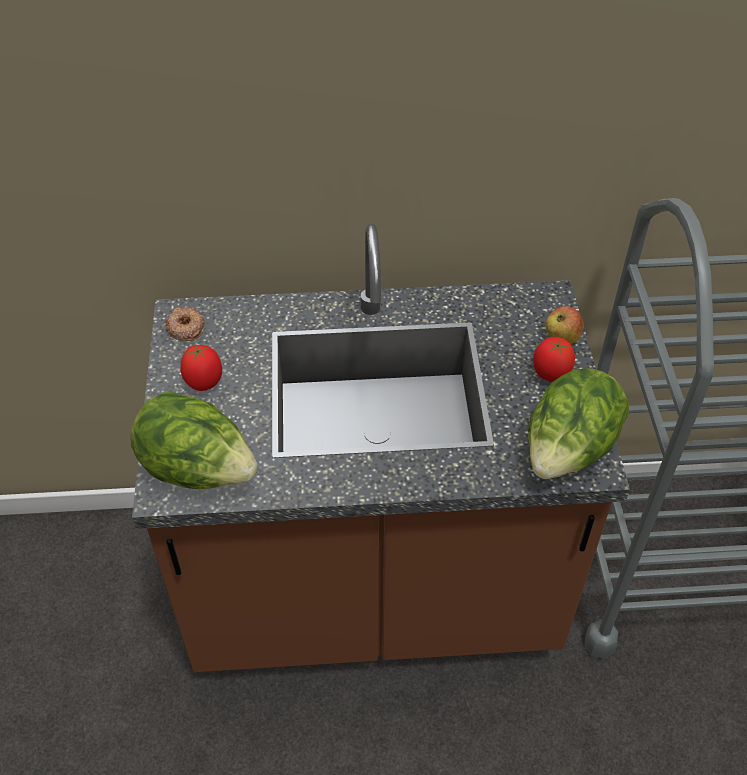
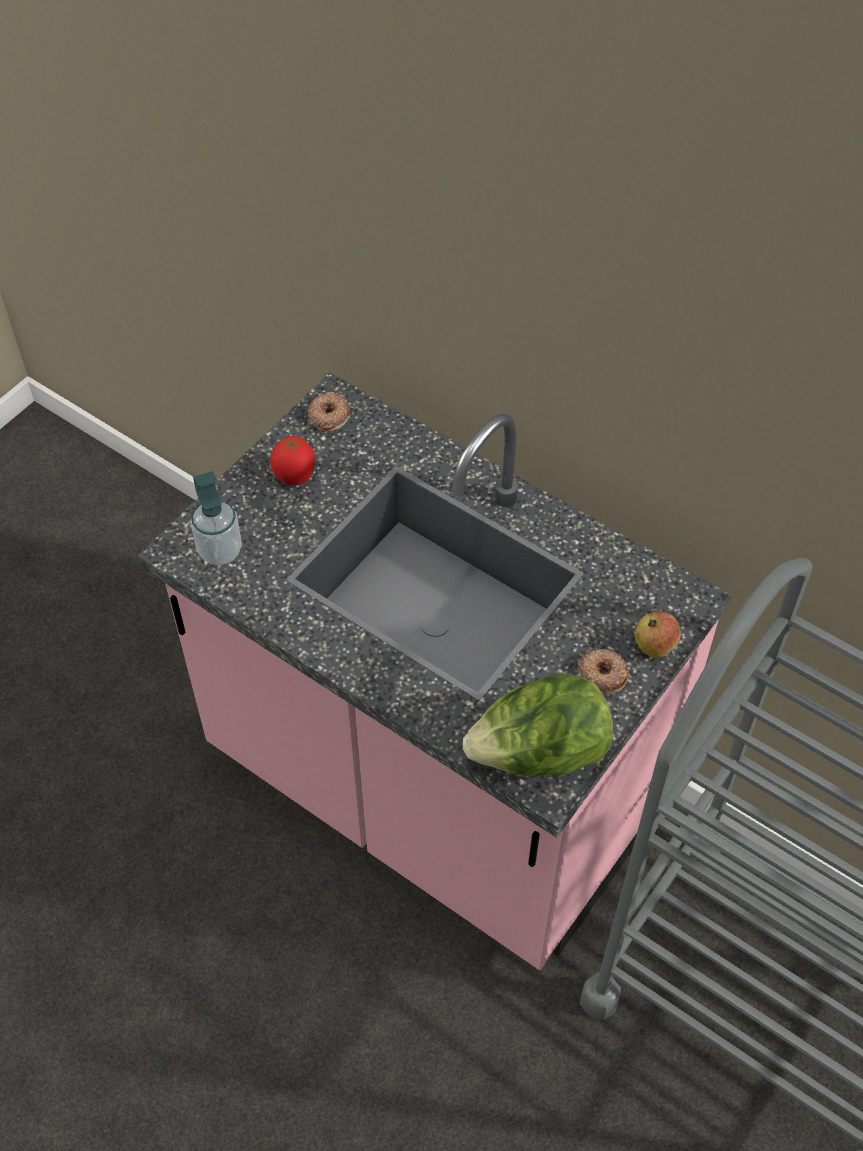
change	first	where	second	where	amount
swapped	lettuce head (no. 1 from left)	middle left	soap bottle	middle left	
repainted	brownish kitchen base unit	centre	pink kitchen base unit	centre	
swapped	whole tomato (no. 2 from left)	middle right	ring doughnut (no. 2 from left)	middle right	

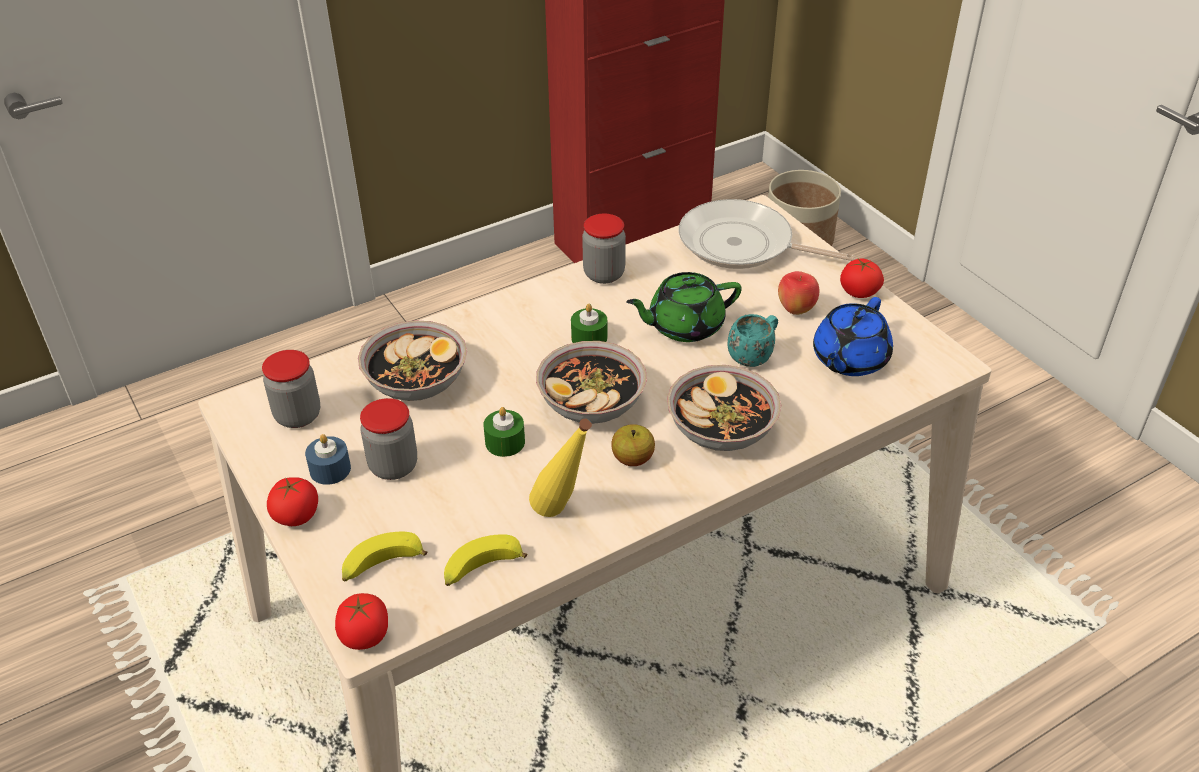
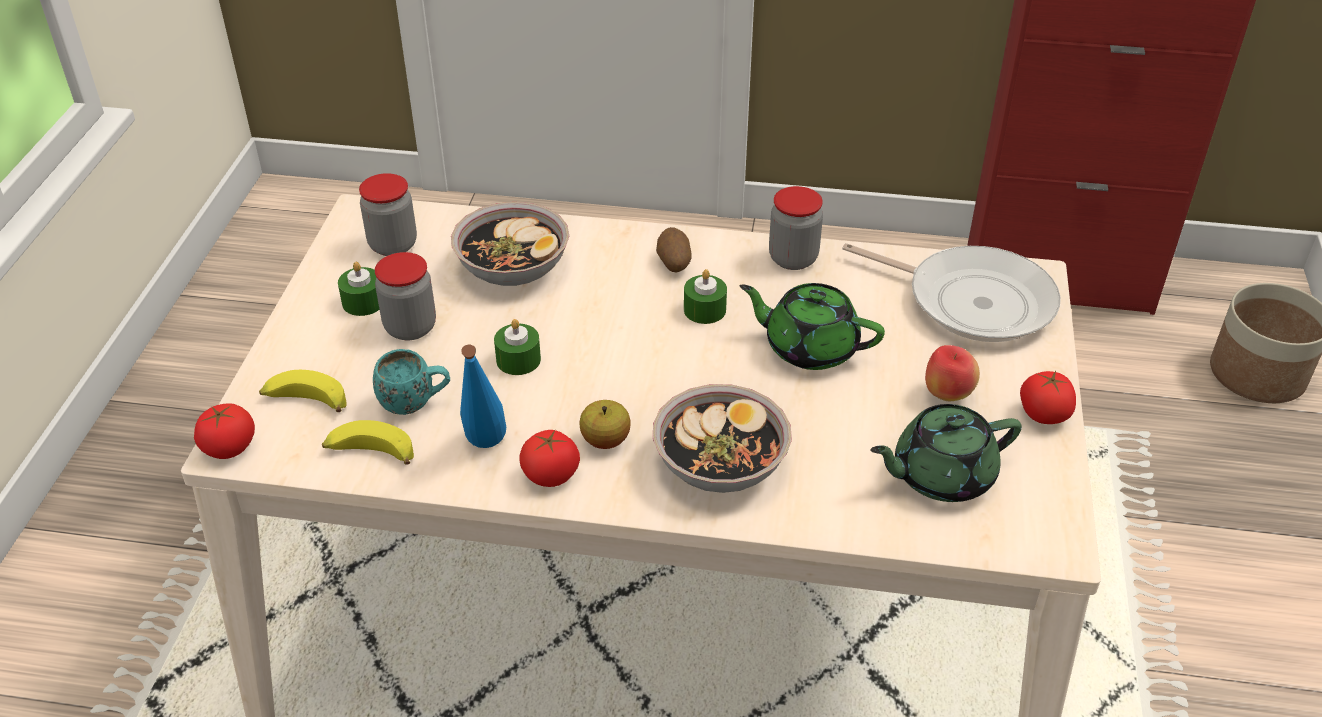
change	first	where	second	where	amount
shifted	whole tomato (no. 1 from left in the first image)	middle left	whole tomato (no. 2 from left)	centre	
repainted	blue wax light	middle left	greenish wax light (no. 1 from left)	middle left	
repainted	yellow-coloured drink bottle	centre	blue drink bottle	centre	
gone	bowl (no. 2 from left)	centre			
rotated	frying pan	top centre		middle right	150 degrees clockwise
shifted	turquoise-coloured mug	centre		middle left	
repainted	blue pot for tea	middle right	greenish pot for tea (no. 2 from left)	middle right	
new			whole potato	centre	

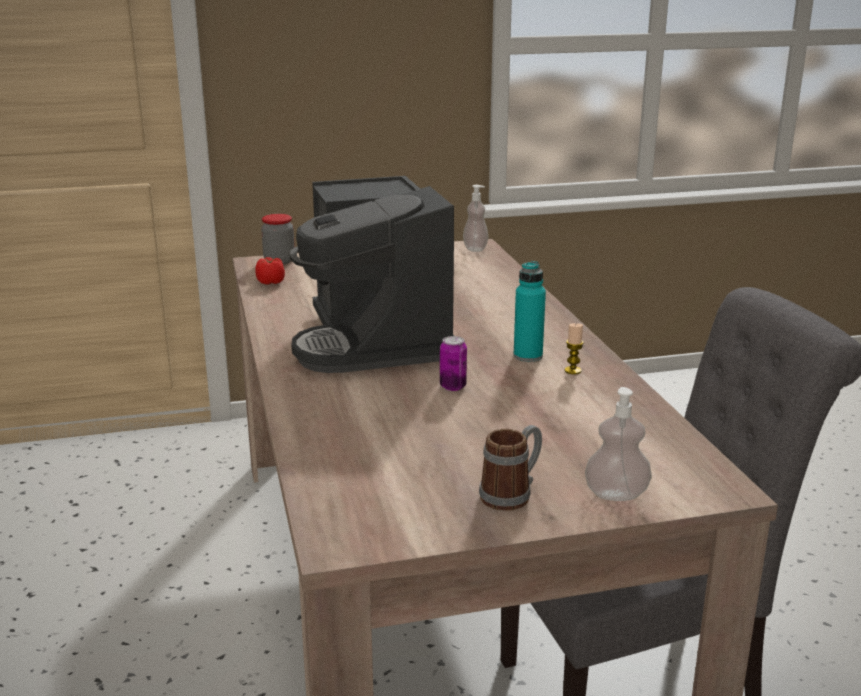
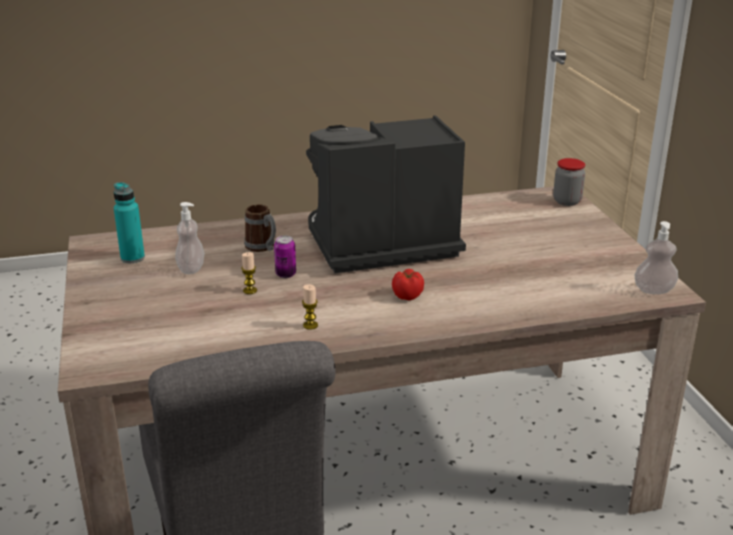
change	first	where	second	where	amount
shifted	whole tomato	middle left		centre	
shifted	mug	bottom centre		centre	
shifted	turquoise-coloured drink bottle	centre		middle left	
shifted	soap bottle (no. 2 from left in the first image)	middle right	soap bottle (no. 1 from left)	middle left	
new			wax light (no. 1 from left)	centre	

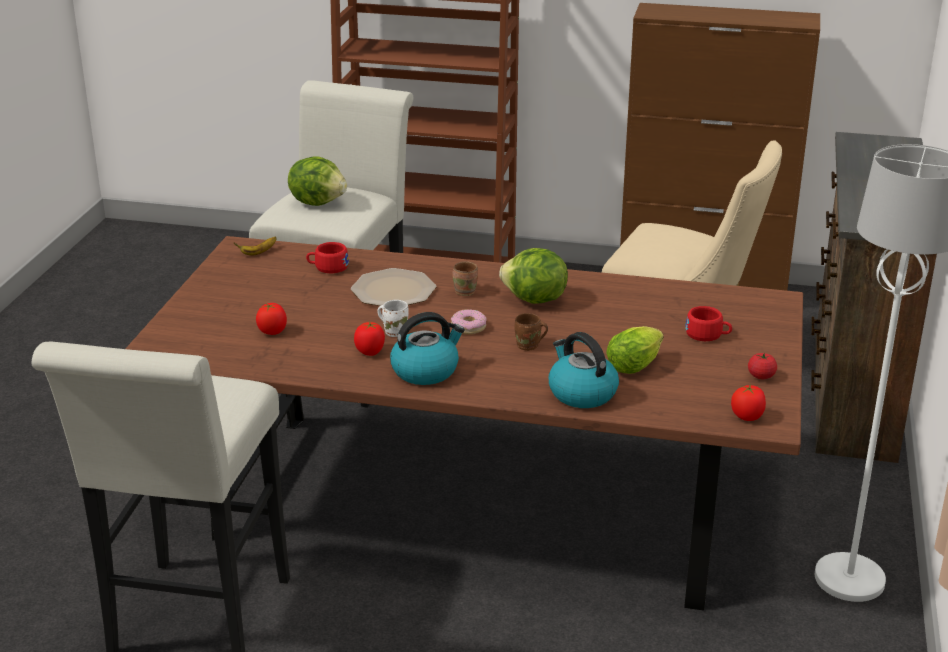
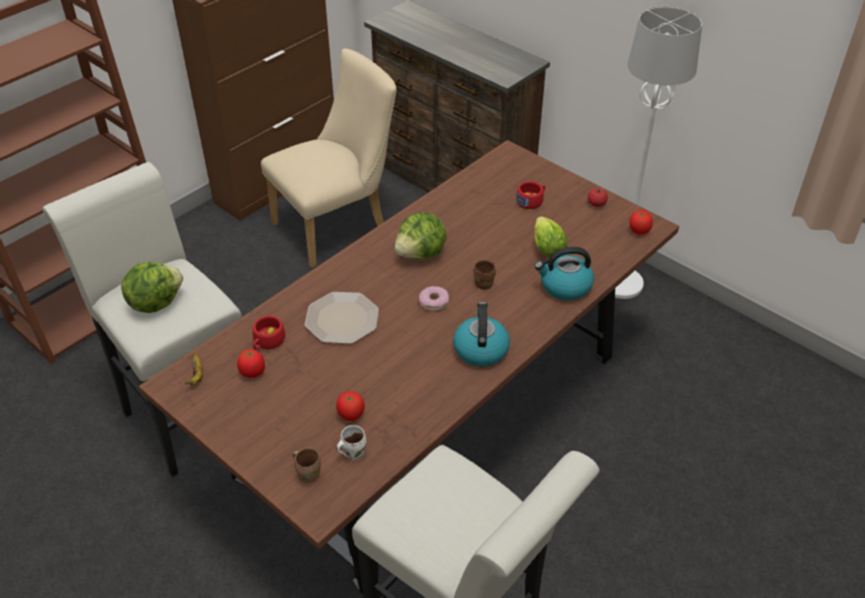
change	first	where	second	where	amount
shifted	whole tomato (no. 2 from left in the first image)	centre	whole tomato (no. 1 from left)	middle left	
shifted	whitish mug	centre		bottom centre	
shifted	brownish mug (no. 1 from left)	centre		bottom centre	

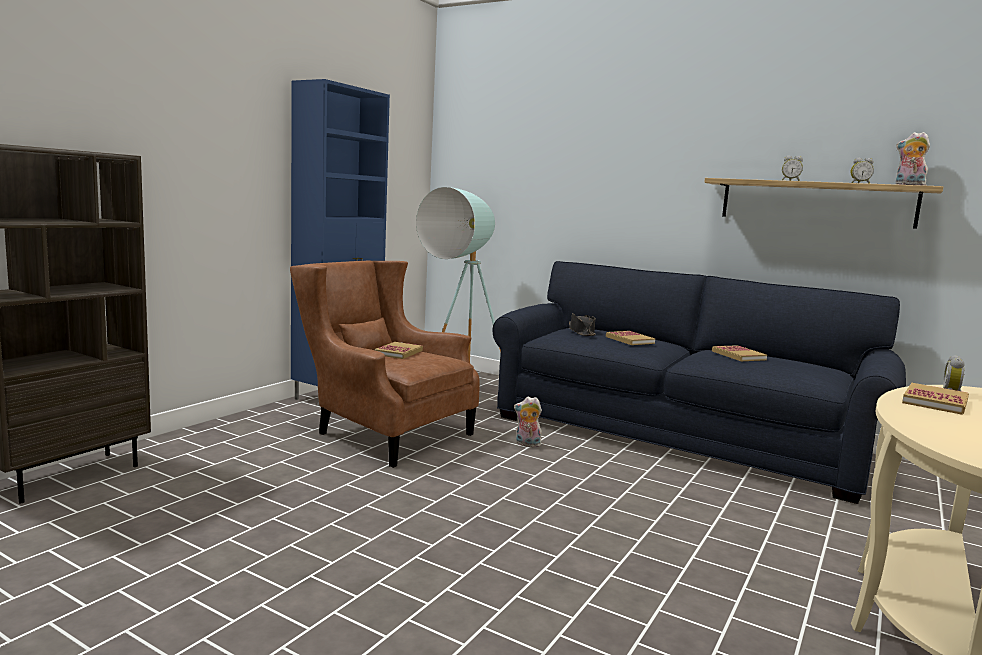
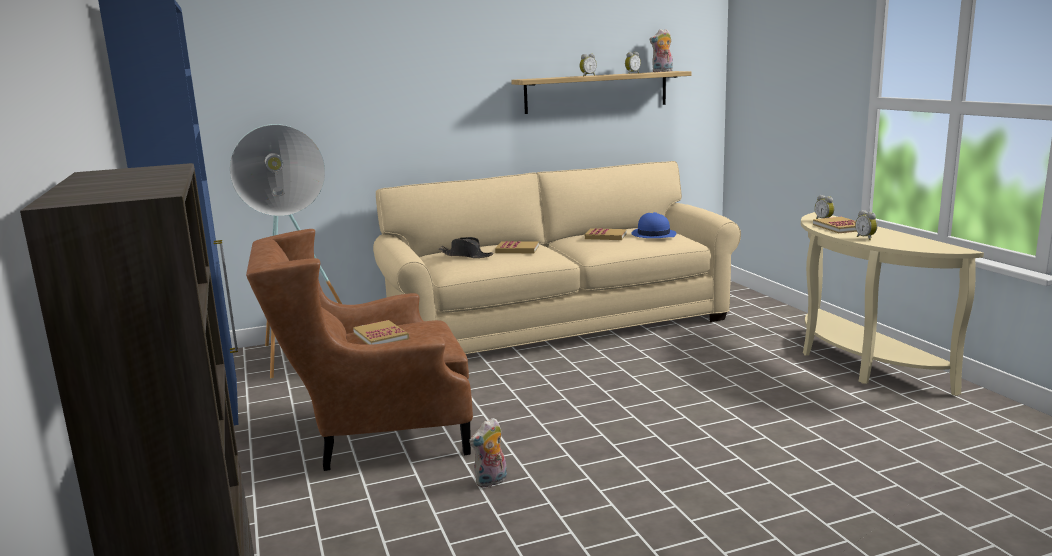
change	first	where	second	where	amount
repainted	blue settee	middle right	sand-coloured settee	centre	
shifted	plush toy (no. 1 from left)	centre		bottom centre	
new			blue clothing hat	centre	
new			bedside clock (no. 4 from left)	middle right	

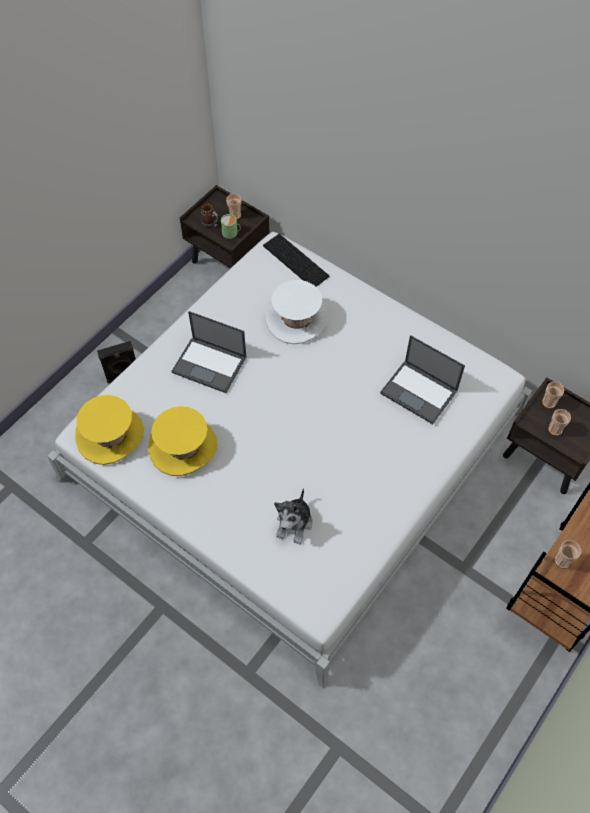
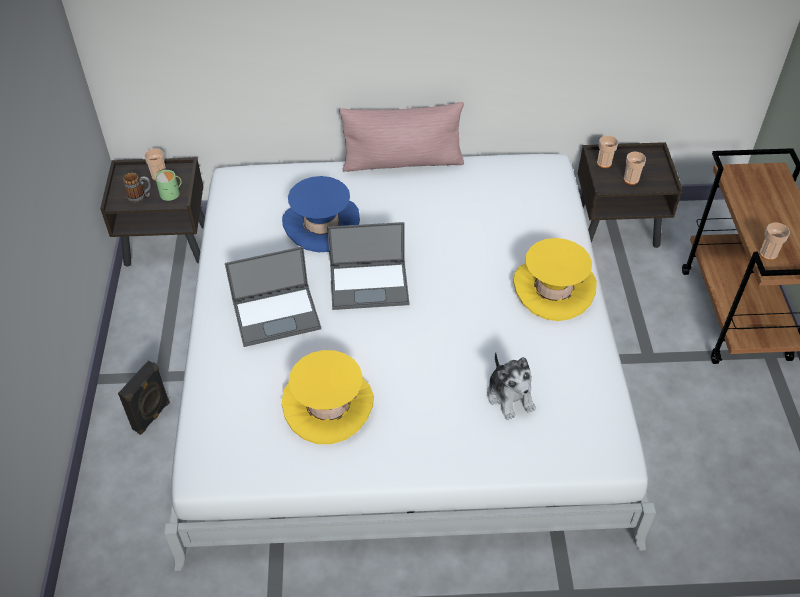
change	first	where	second	where	amount
shifted	yellow-coloured clothing hat (no. 1 from left in the first image)	middle left	yellow-coloured clothing hat (no. 2 from left)	middle right	
gone	keyboard	top centre			
repainted	whitish clothing hat	centre	blue clothing hat	centre	
shifted	portable computer (no. 2 from left)	middle right		centre	
new			pink pillow	top centre	

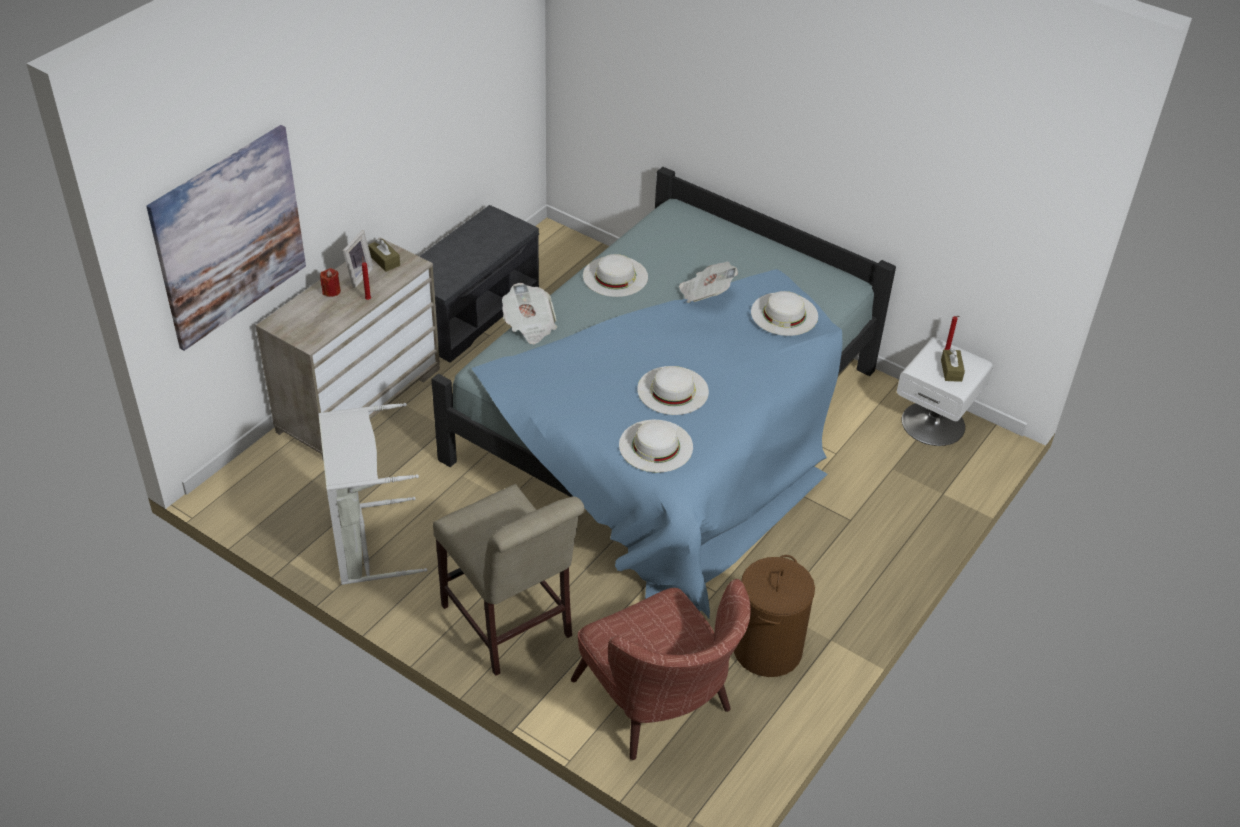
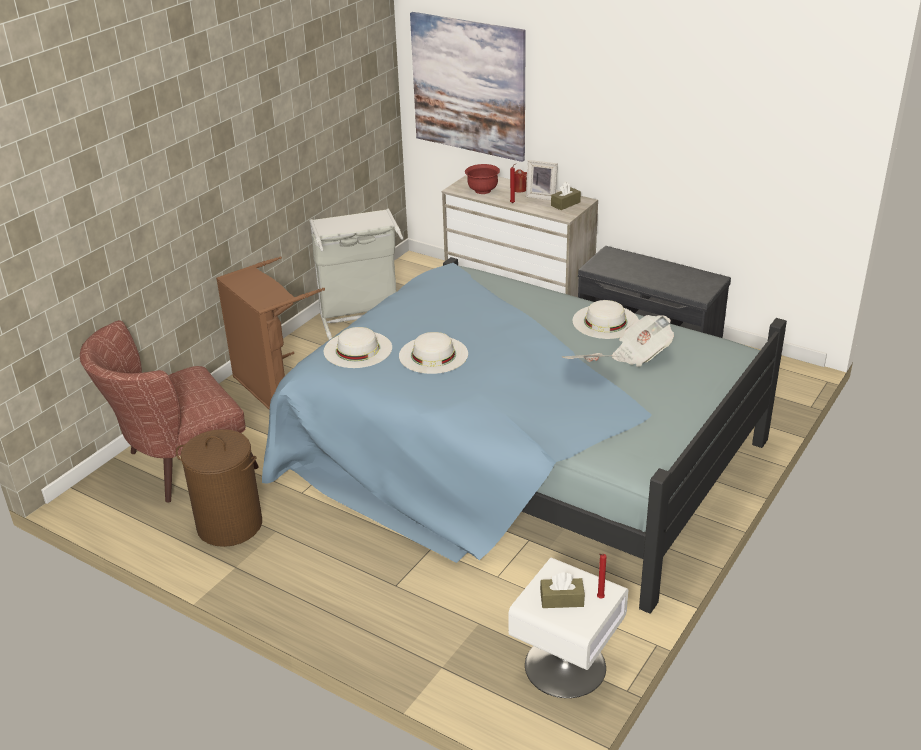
change	first	where	second	where	amount
swapped	sand-coloured upright chair	bottom centre	brownish laundry basket (no. 2 from left)	middle left	
shifted	printed paper (no. 1 from left in the first image)	centre	printed paper (no. 2 from left)	middle right	
gone	whitish clothing hat (no. 4 from left)	centre			
new			red-coloured bowl	top centre	

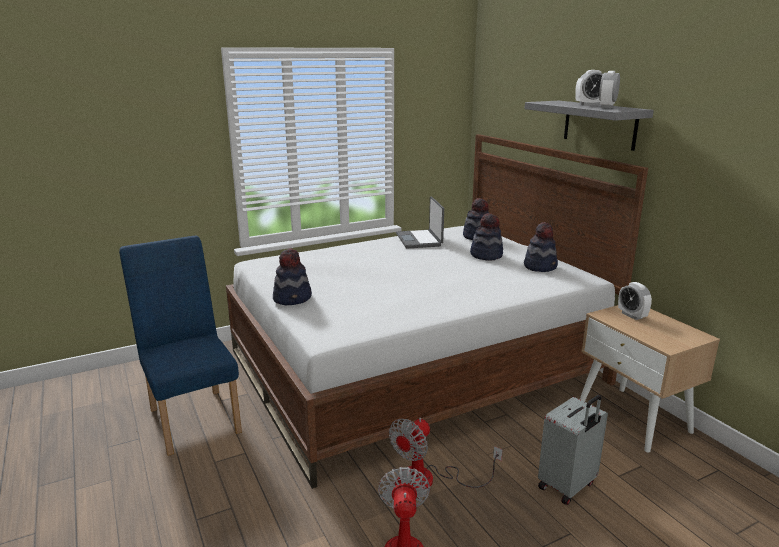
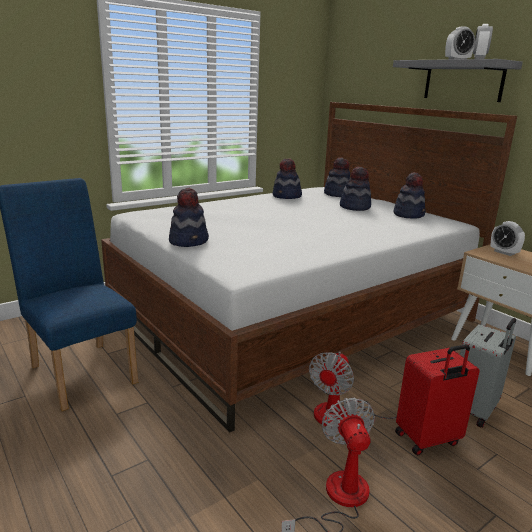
change	first	where	second	where	amount
swapped	portable computer	centre	clothing hat (no. 2 from left)	centre	
new			red-coloured piece of luggage	bottom right	

